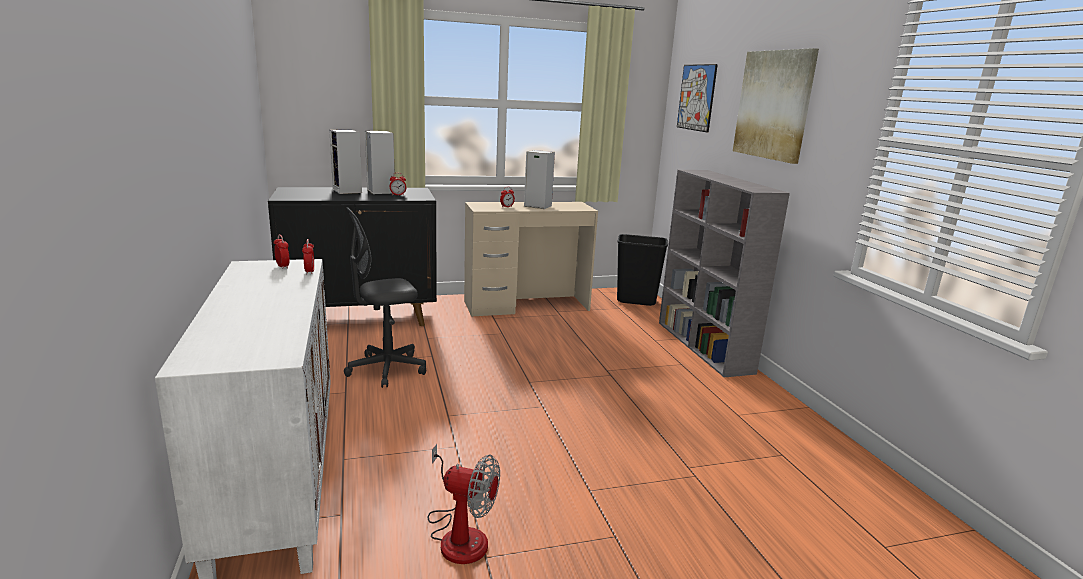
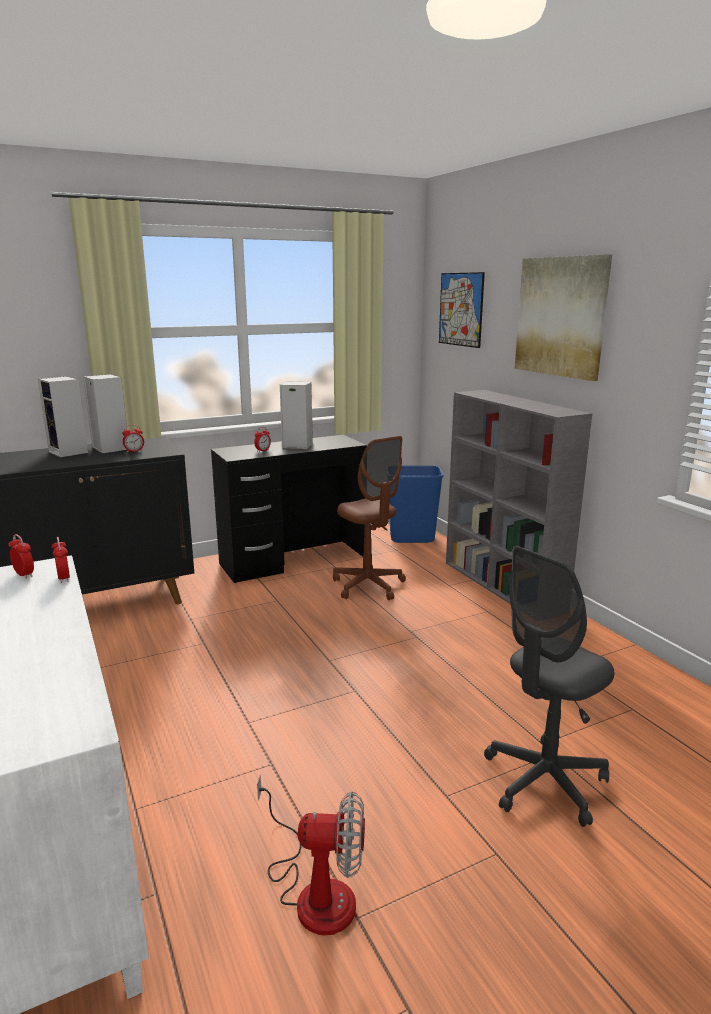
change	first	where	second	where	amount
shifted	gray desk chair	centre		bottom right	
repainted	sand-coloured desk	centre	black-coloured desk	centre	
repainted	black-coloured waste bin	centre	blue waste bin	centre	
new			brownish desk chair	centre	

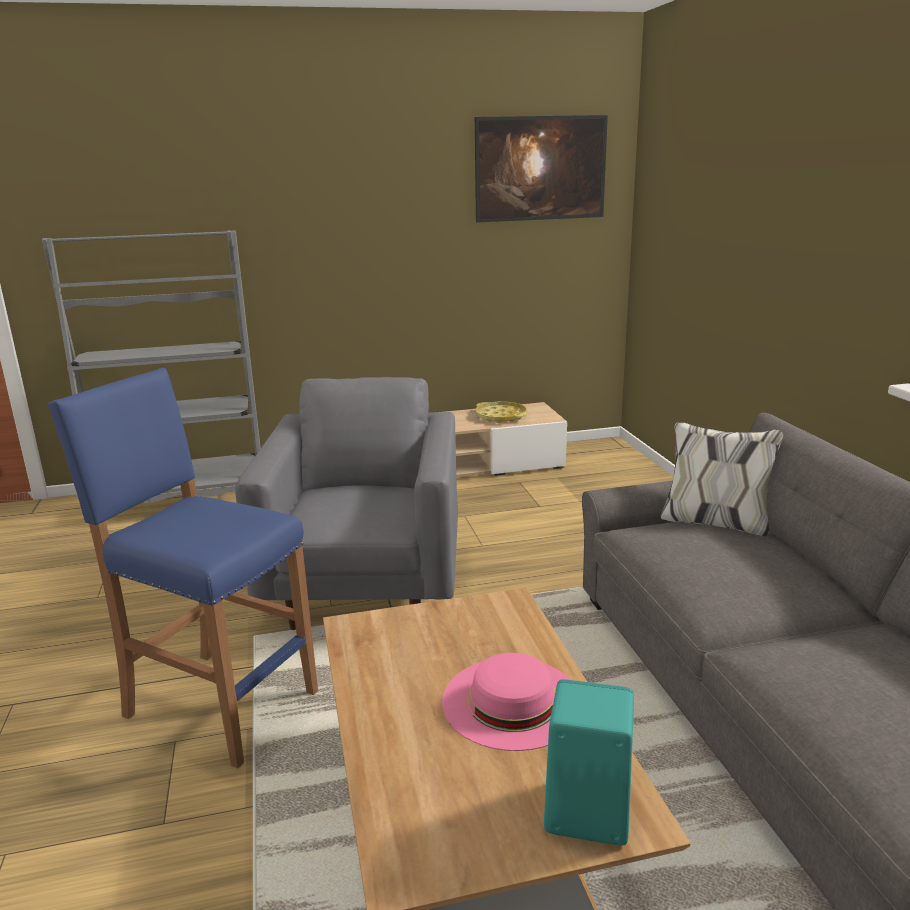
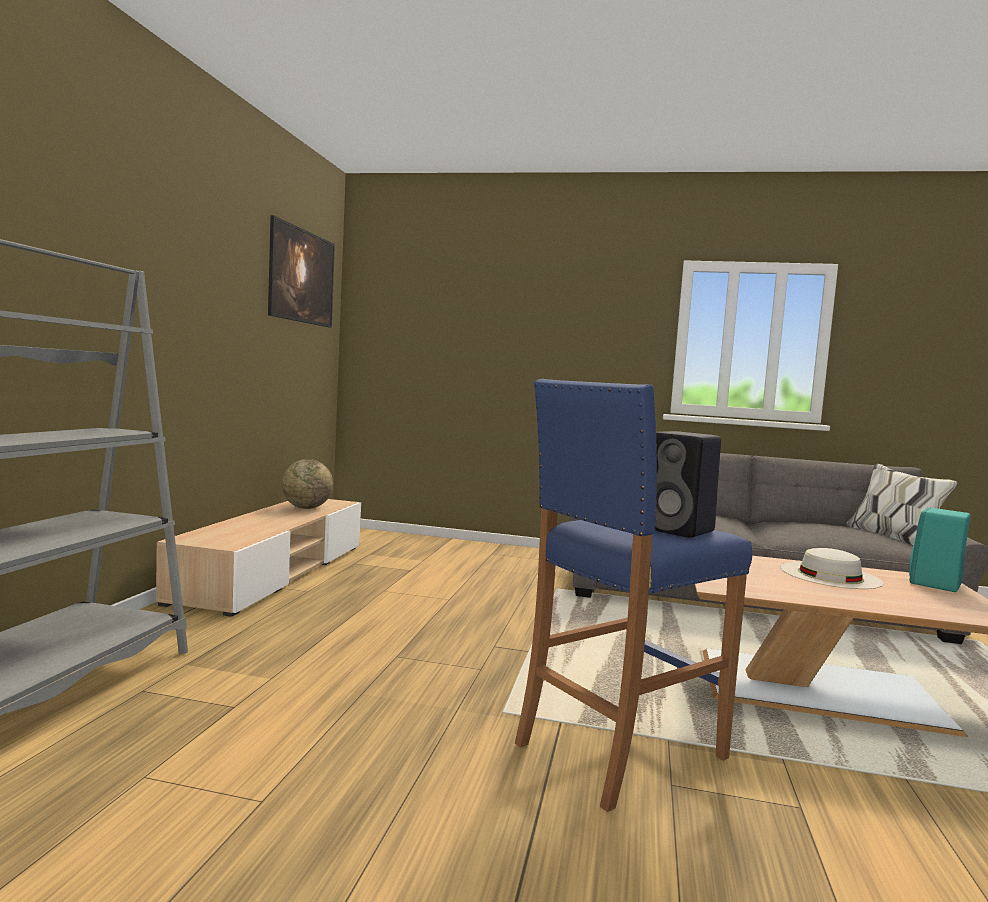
change	first	where	second	where	amount
gone	gray lounge chair	centre			
repainted	pink clothing hat	bottom centre	whitish clothing hat	middle right	
swapped	yellow-coloured tray	centre	world globe	middle left	
new			black-coloured loudspeaker	middle right	

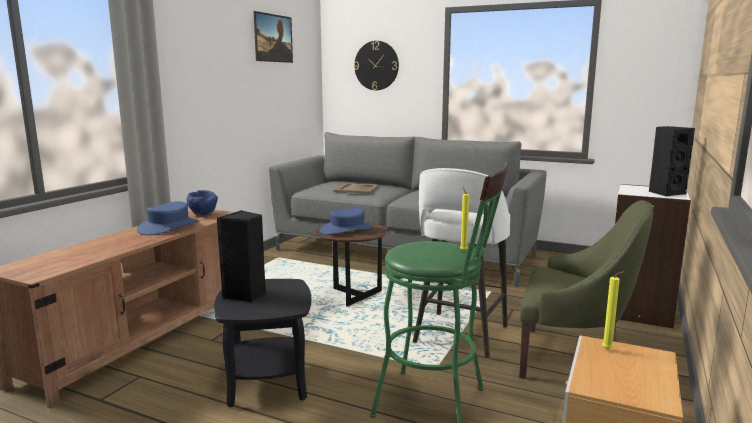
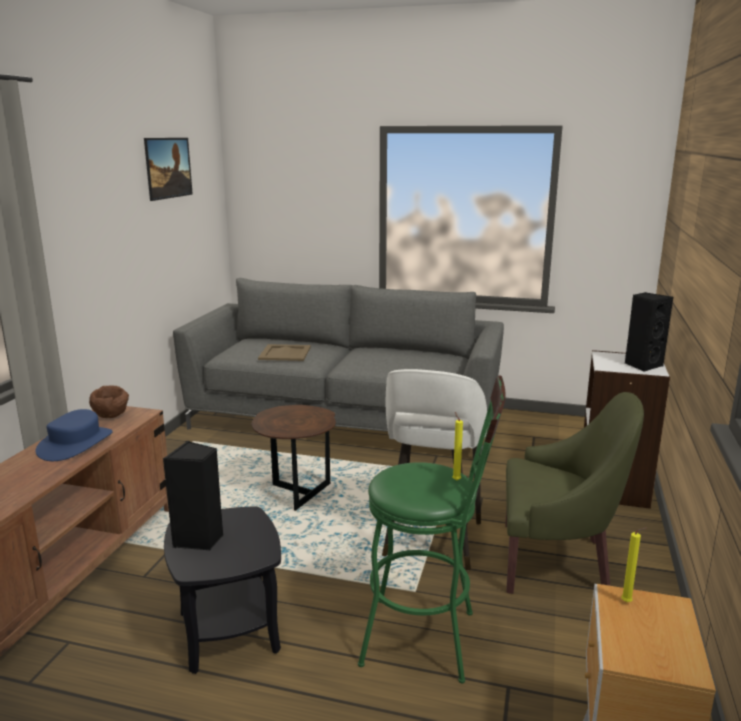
change	first	where	second	where	amount
repainted	blue bowl	middle left	brownish bowl	middle left	
gone	blue clothing hat (no. 2 from left)	centre			
gone	wall clock	top centre			

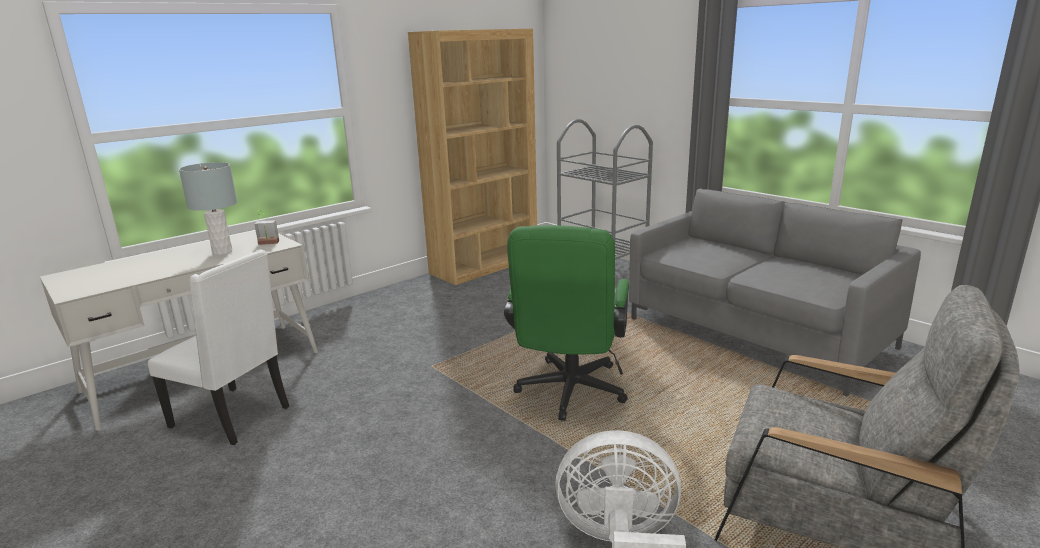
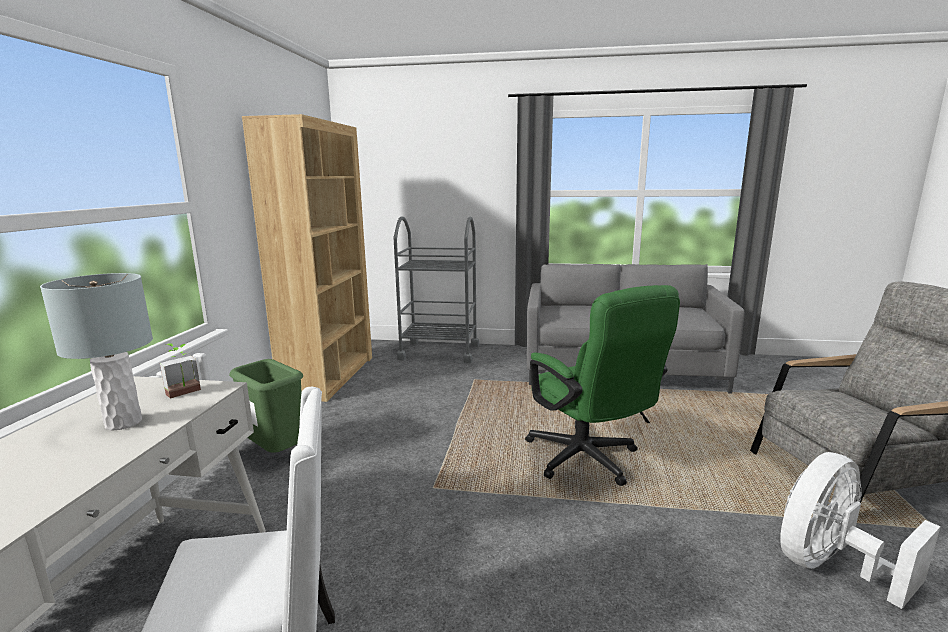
change	first	where	second	where	amount
new			greenish waste bin	middle left	

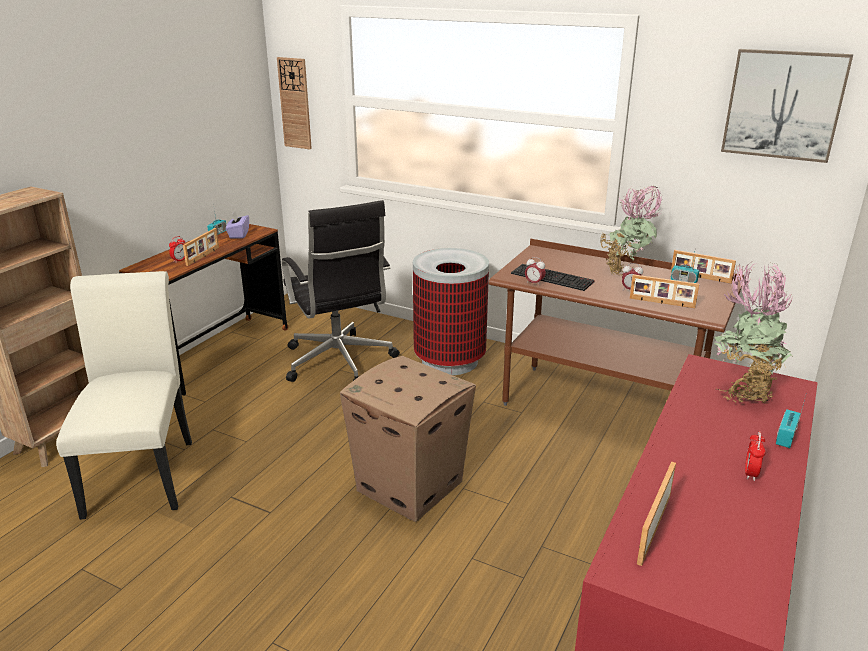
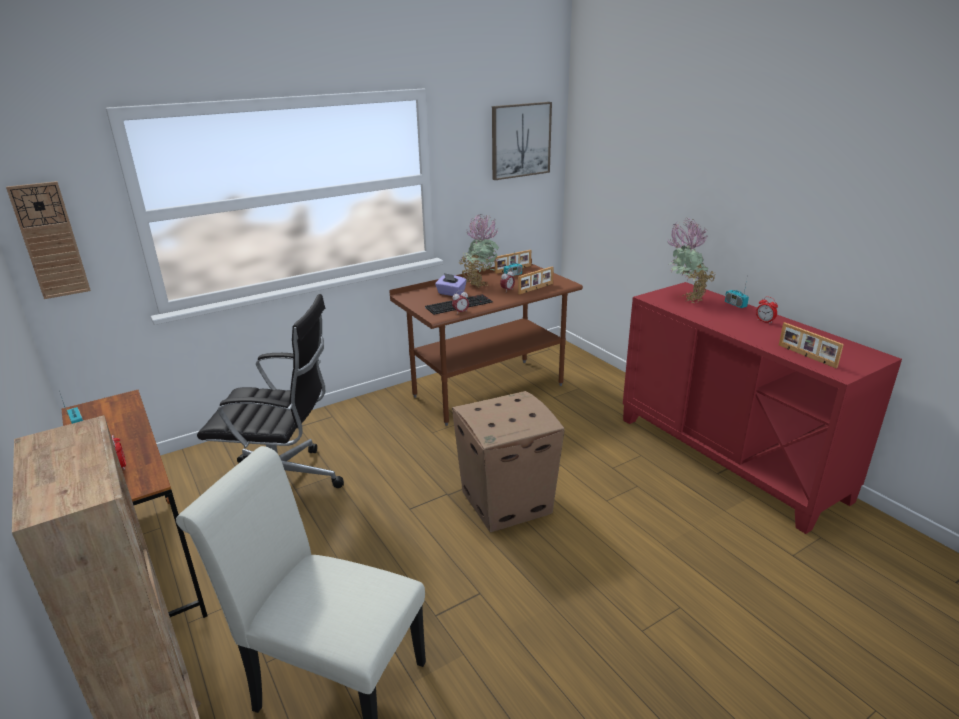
change	first	where	second	where	amount
gone	photo frame (no. 1 from left)	middle left			
shifted	purple box of tissues	middle left		centre	
gone	waste bin	centre			

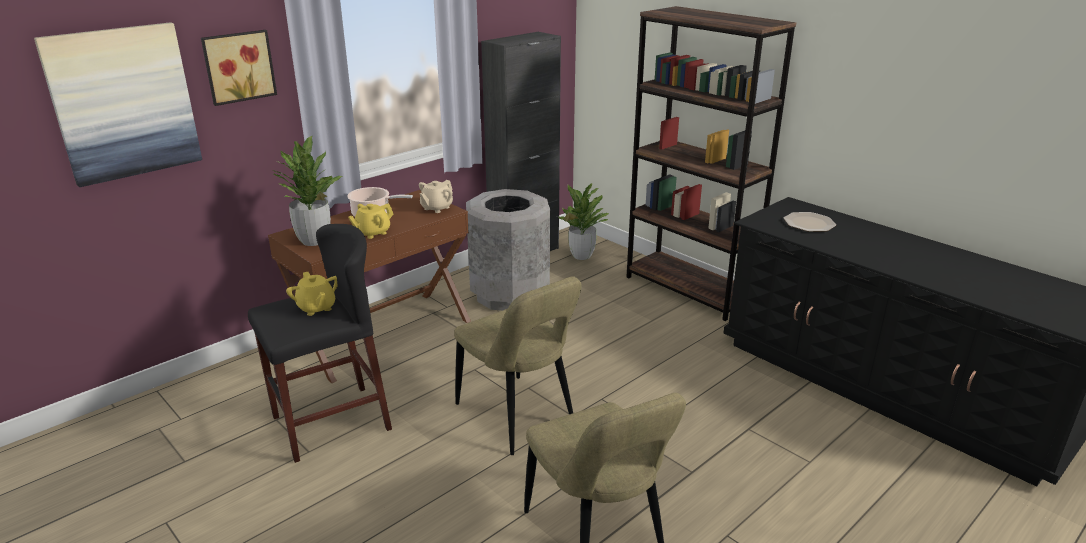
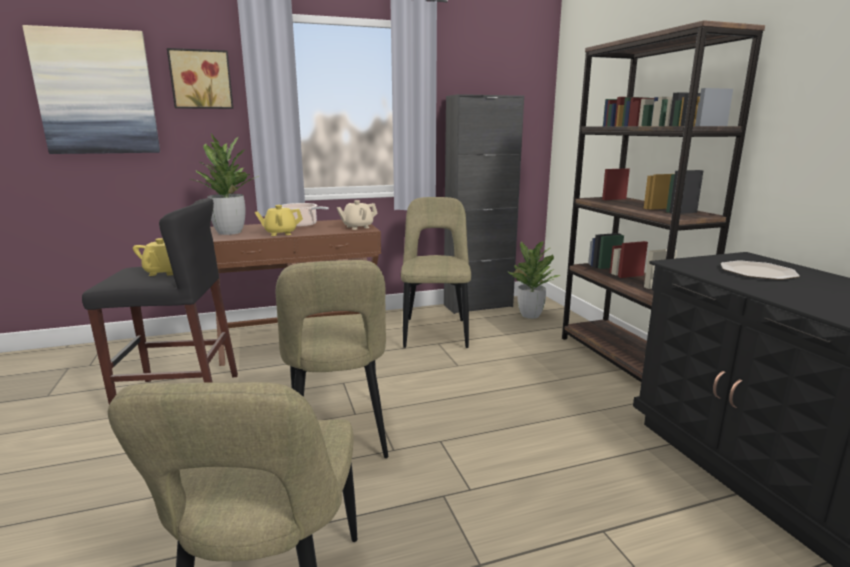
change	first	where	second	where	amount
swapped	gray waste bin	centre	sand-coloured upright chair (no. 3 from left)	centre	

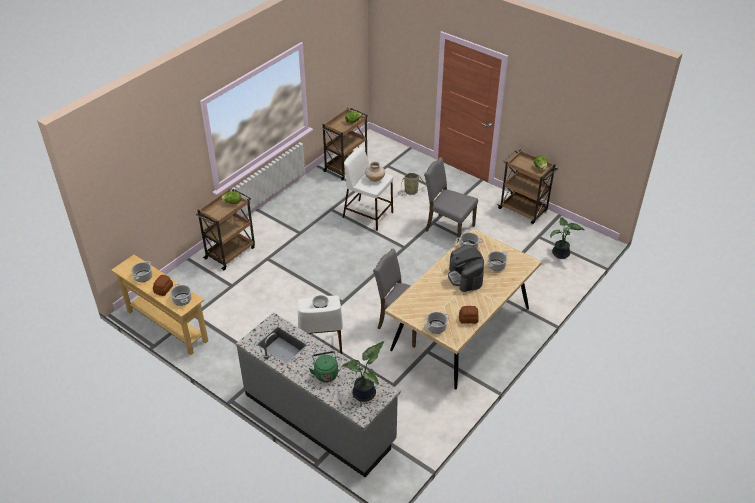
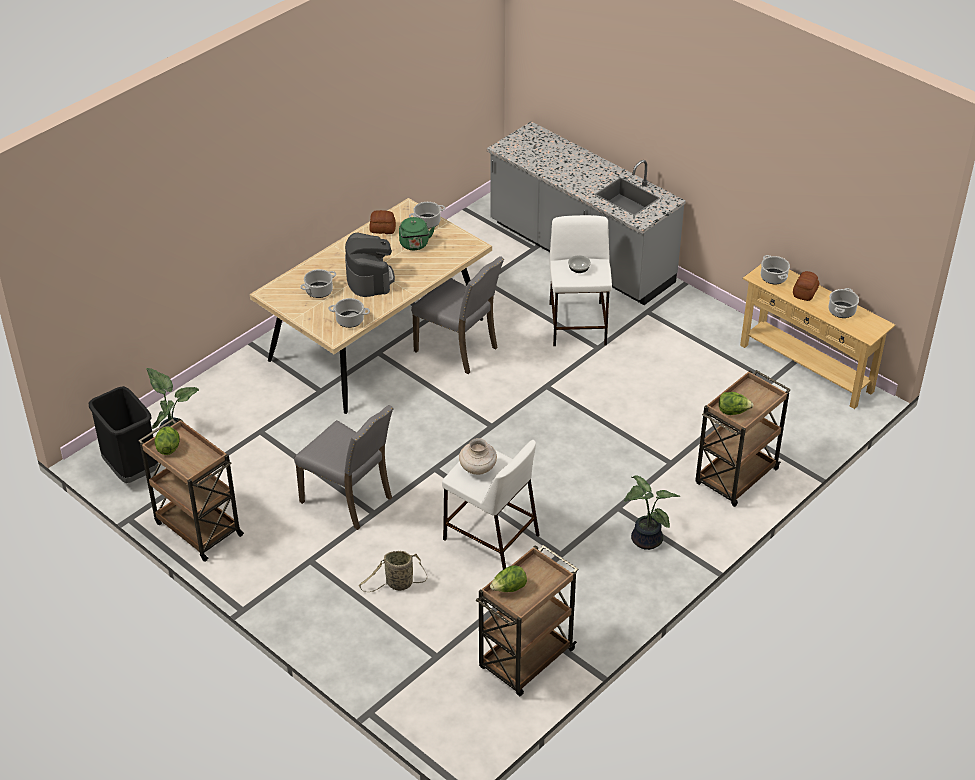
change	first	where	second	where	amount
shifted	greenish water kettle	bottom centre		top centre	
shifted	potted plant (no. 1 from left in the first image)	bottom centre	potted plant (no. 2 from left)	middle right	
new			black-coloured waste bin	middle left	

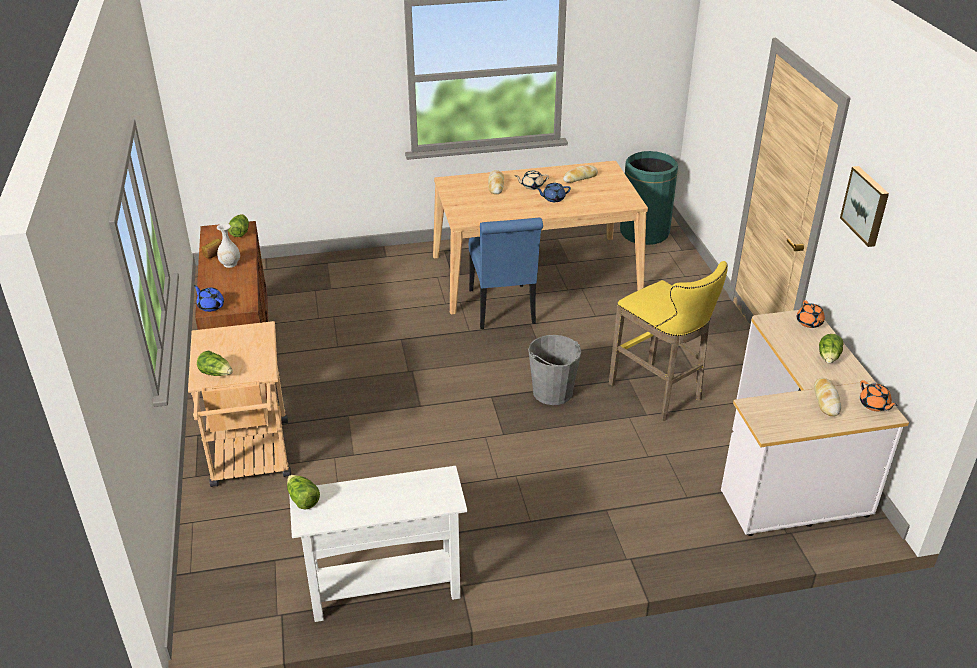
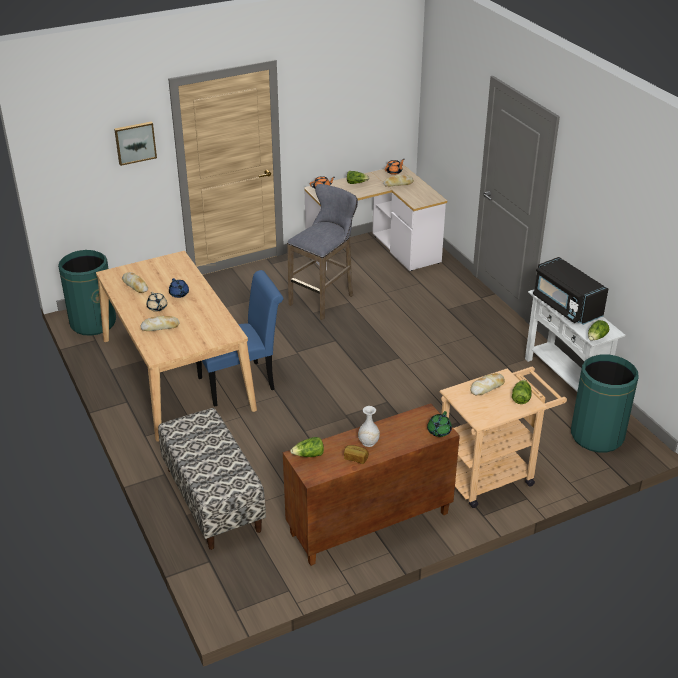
change	first	where	second	where	amount
repainted	blue pot for tea (no. 1 from left)	middle left	greenish pot for tea	centre	
gone	gray pail	centre			
repainted	yellow-coloured sitting stool	middle right	gray sitting stool	centre	
shifted	picture	top right		top left	
new			indoor bench	bottom left	
new			bakery bread (no. 5 from left)	middle right	
new			black-coloured microwave oven	middle right	
new			greenish waste bin (no. 2 from left)	middle right	

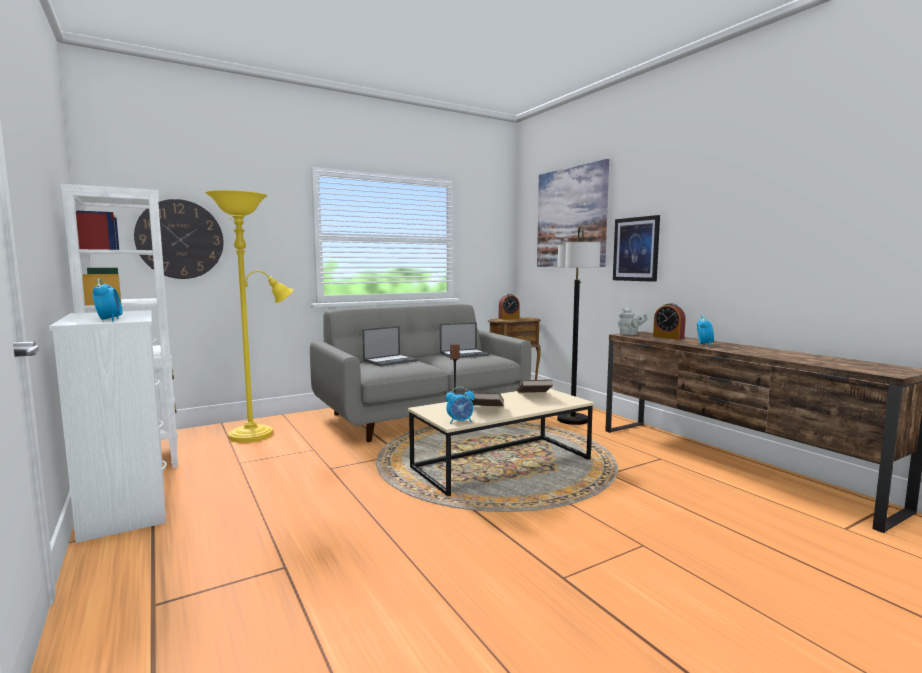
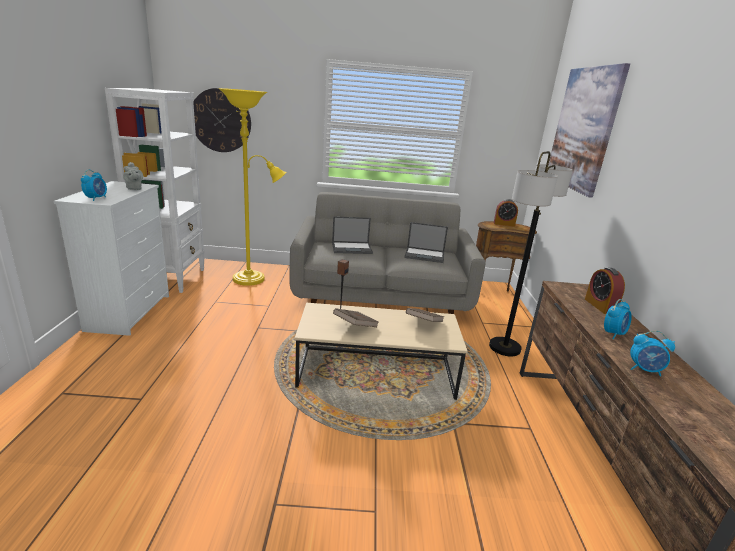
change	first	where	second	where	amount
shifted	bedside clock (no. 2 from left in the first image)	centre	bedside clock (no. 5 from left)	middle right	
gone	picture (no. 2 from left)	middle right			
shifted	gray pot for tea	middle right		top left	

